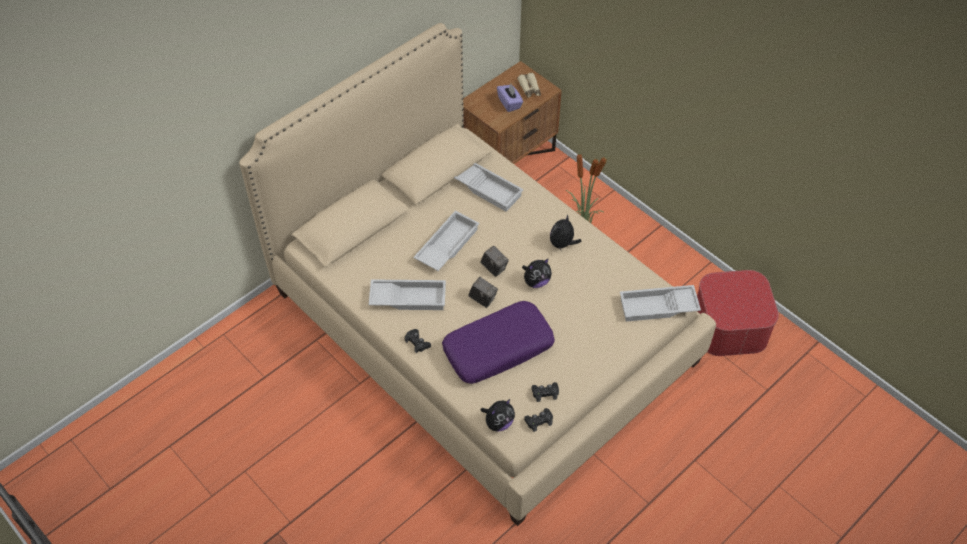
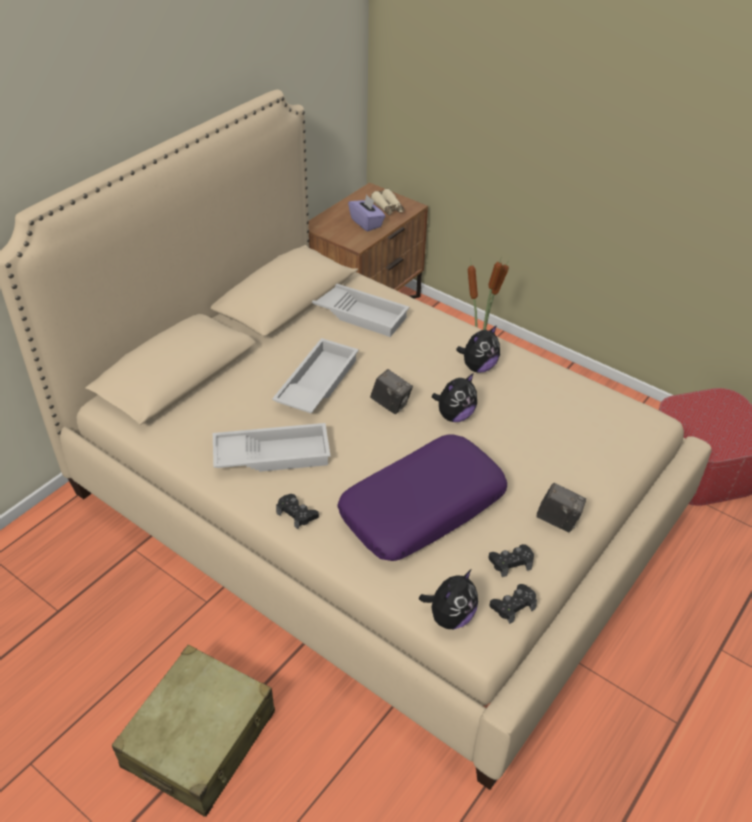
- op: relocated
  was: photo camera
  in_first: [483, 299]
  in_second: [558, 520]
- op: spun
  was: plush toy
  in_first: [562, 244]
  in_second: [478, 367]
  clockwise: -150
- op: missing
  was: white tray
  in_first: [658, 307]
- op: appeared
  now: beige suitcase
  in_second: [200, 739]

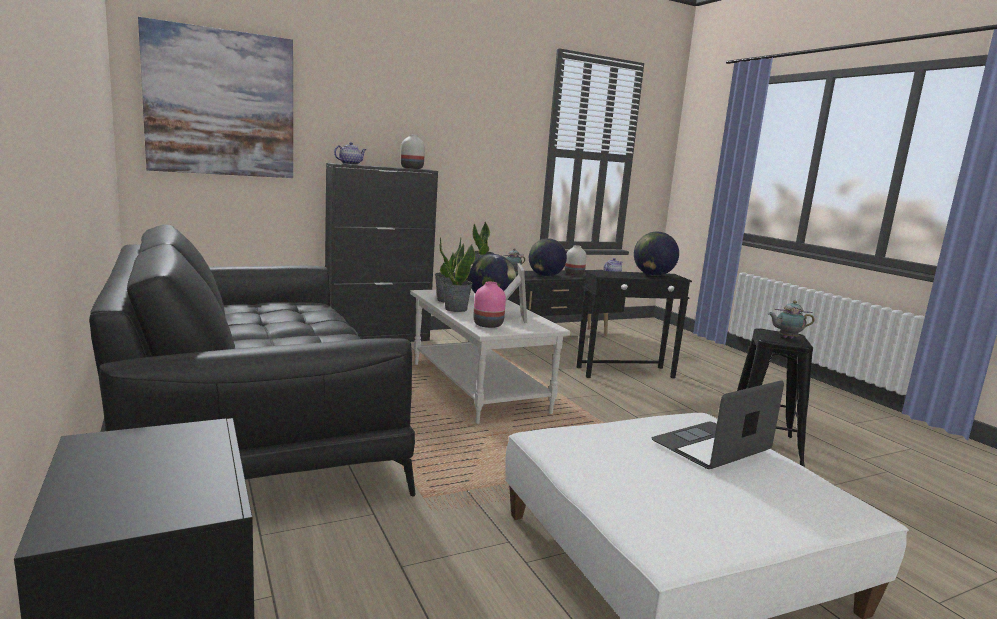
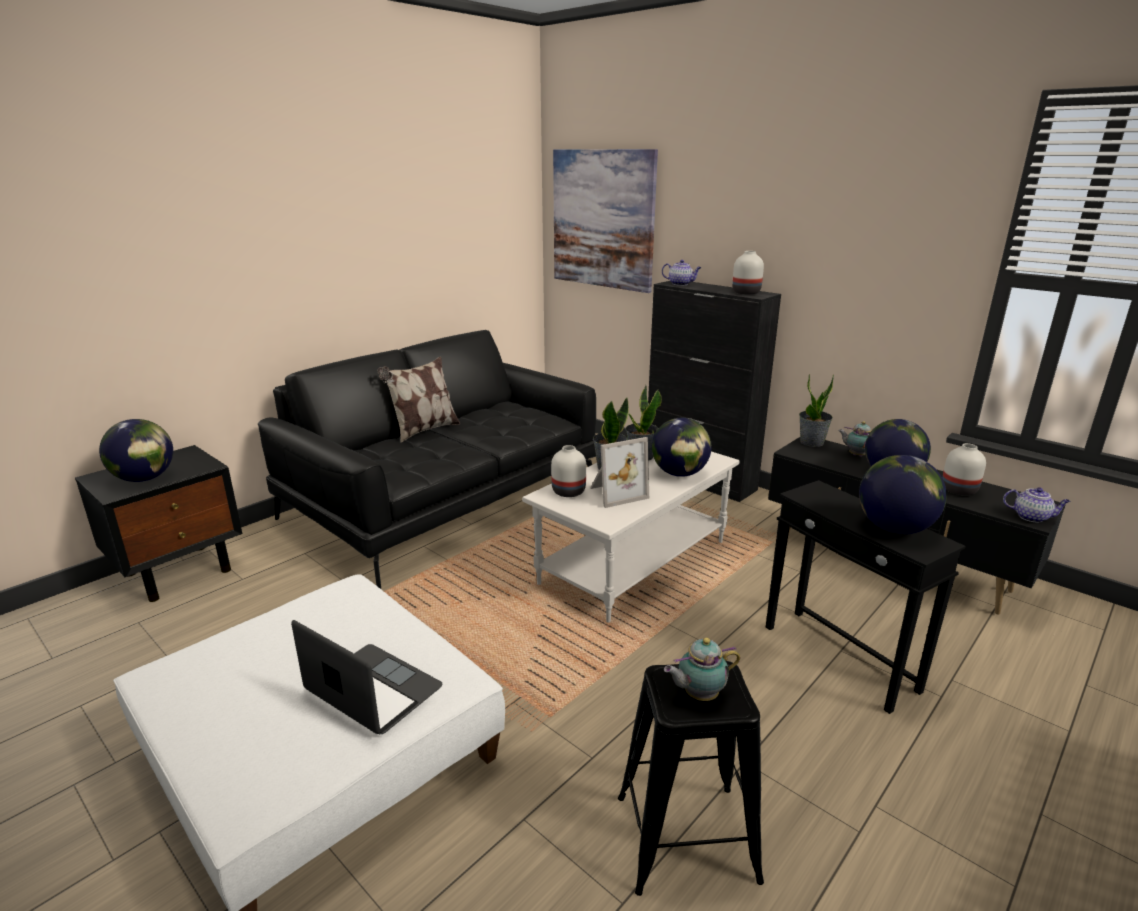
- op: colour
  was: pink vase
  now: white vase
  in_first: [489, 325]
  in_second: [569, 492]
- op: spun
  was: teapot
  in_first: [786, 338]
  in_second: [698, 695]
  clockwise: -90
- op: appeared
  now: globe
  in_second: [145, 479]
- op: appeared
  now: pillow
  in_second: [423, 430]

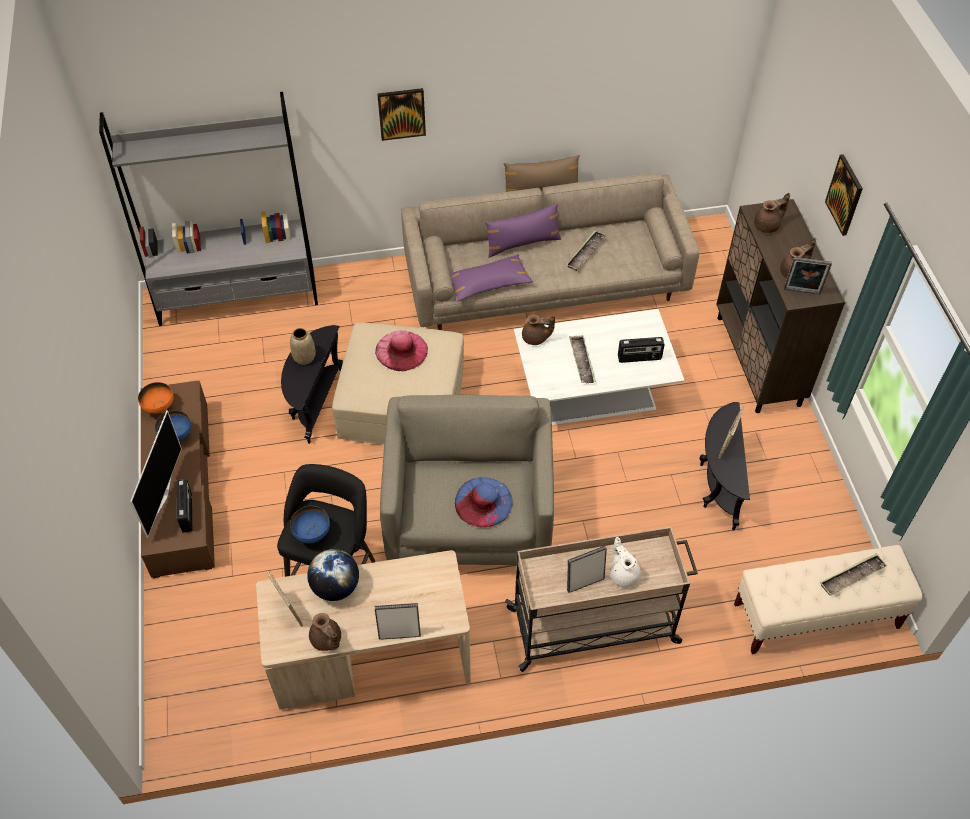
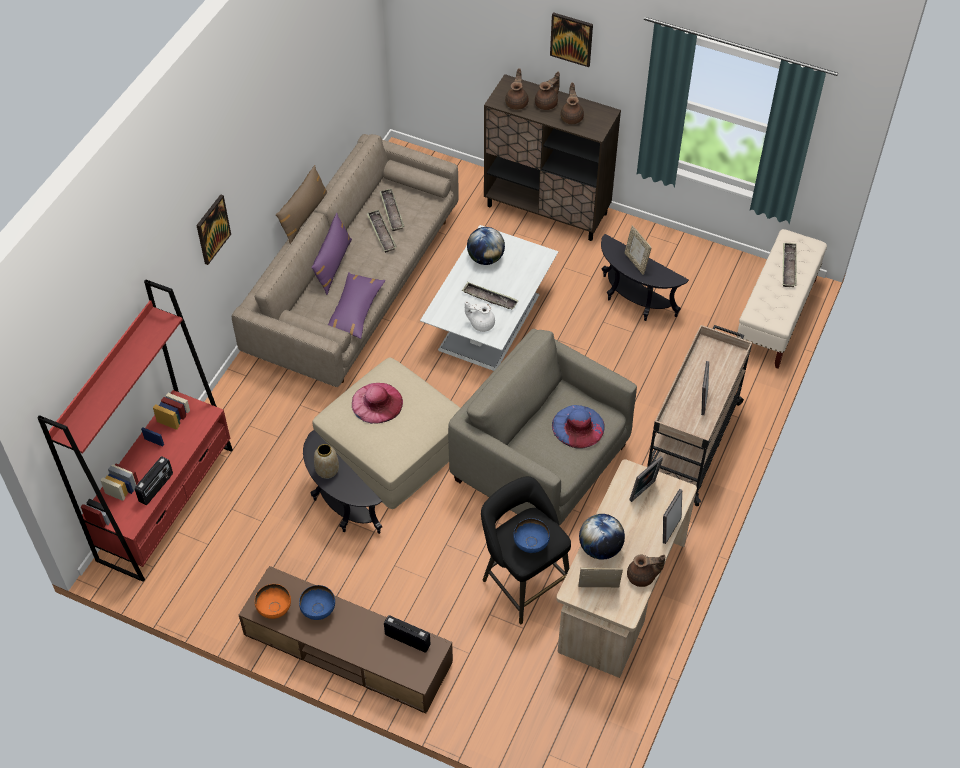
- op: colour
  was: grey bookcase
  now: red bookcase
  in_first: [238, 297]
  in_second: [166, 503]
- op: missing
  was: television
  in_first: [162, 496]
- op: relocated
  was: brown teapot
  in_first: [536, 338]
  in_second: [547, 103]
- op: relocated
  was: white teapot
  in_first: [623, 574]
  in_second: [481, 323]
- op: relocated
  was: radio
  in_first: [639, 358]
  in_second: [156, 488]
- op: relocated
  was: picture frame
  in_first: [802, 292]
  in_second: [644, 492]
- op: appeared
  now: tray
  in_second: [391, 212]
- op: appeared
  now: globe
  in_second: [485, 258]

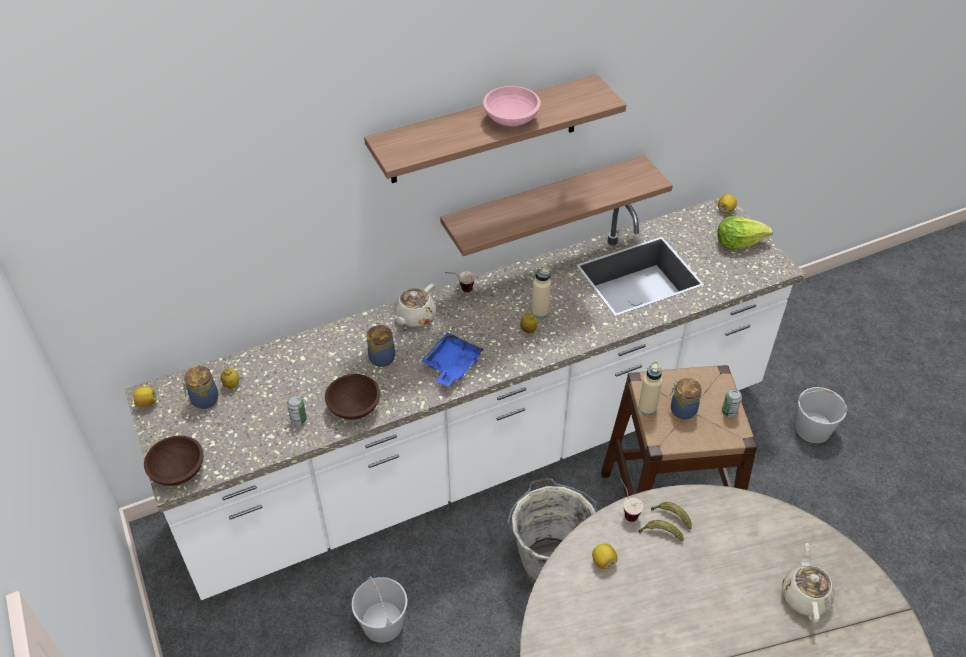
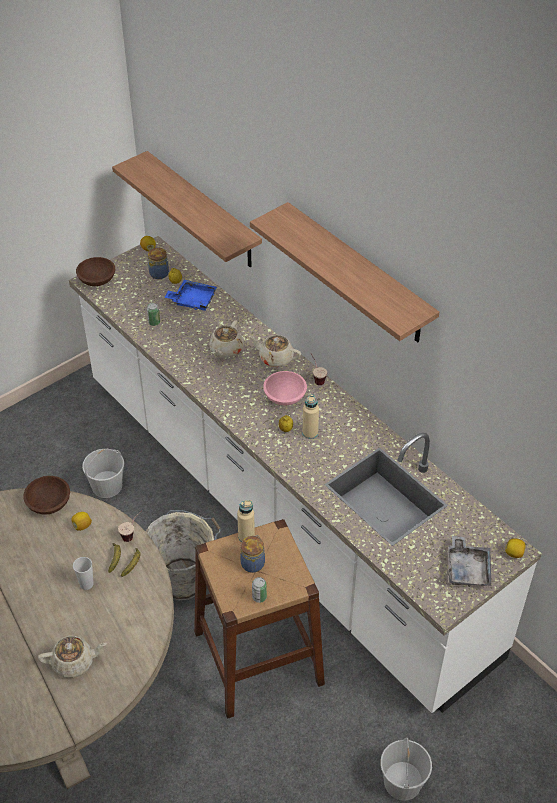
- op: relocated
  was: brown bowl
  in_first: [354, 407]
  in_second: [48, 503]
- op: exchanged
  was: jar
  now: beige teapot
  in_first: [381, 357]
  in_second: [226, 349]
- op: relocated
  was: blue tray
  in_first: [451, 365]
  in_second: [193, 300]
- op: relocated
  was: shelf
  in_first: [544, 206]
  in_second: [203, 211]
- op: relocated
  was: pink bowl
  in_first: [511, 118]
  in_second: [285, 397]
- op: exchanged
  was: lettuce
  now: grey tray
  in_first: [739, 242]
  in_second: [467, 569]
- op: appeared
  now: cup
  in_second: [86, 584]

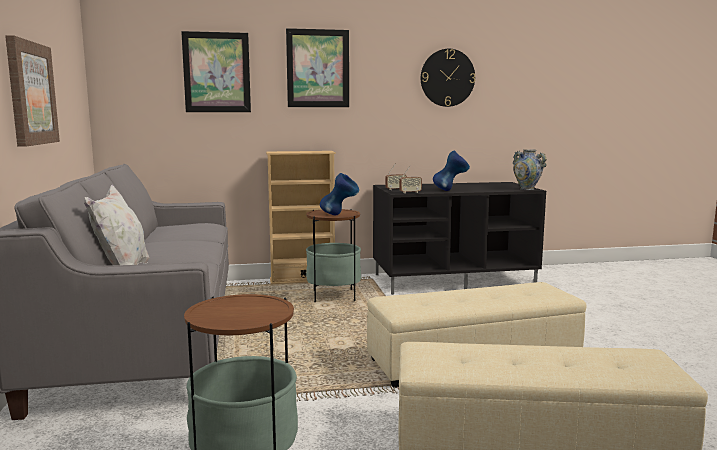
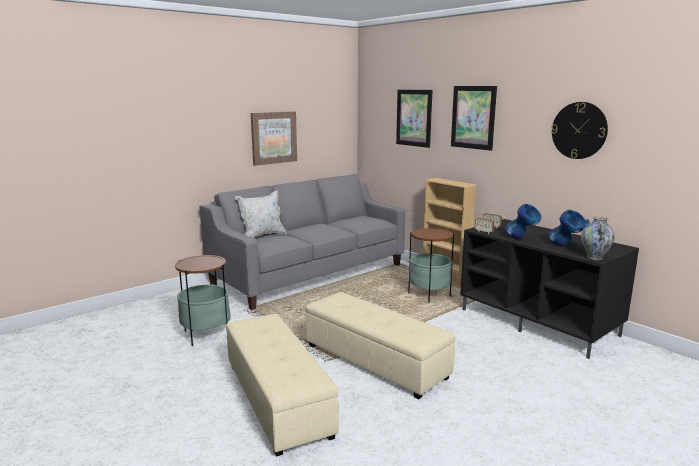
- op: relocated
  was: blue vase
  in_first: [340, 215]
  in_second: [564, 247]

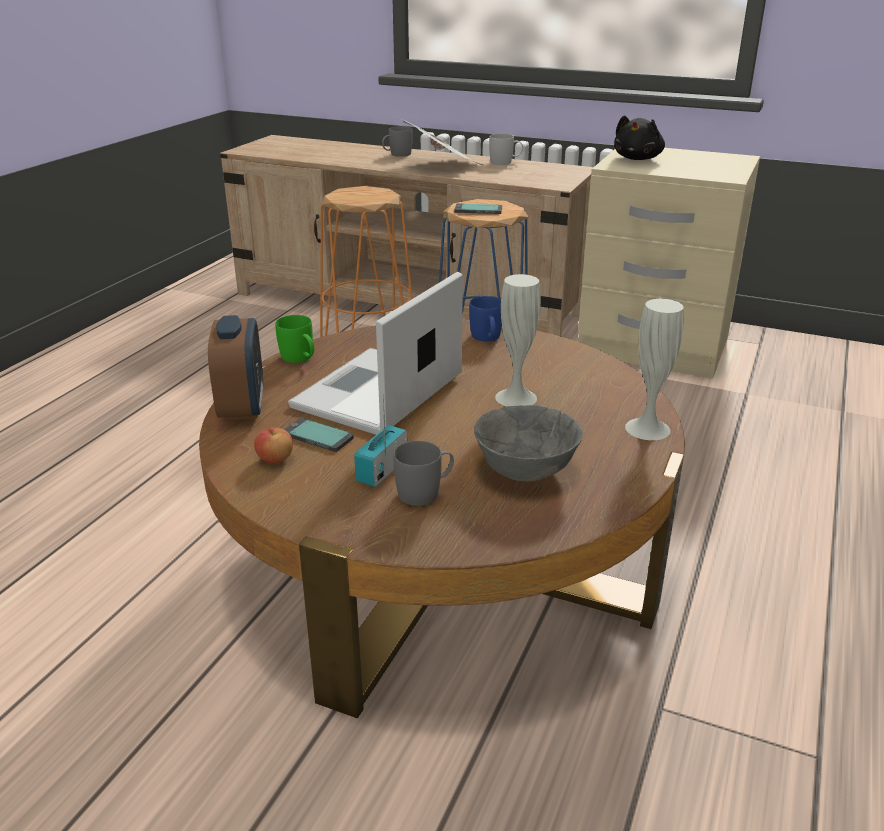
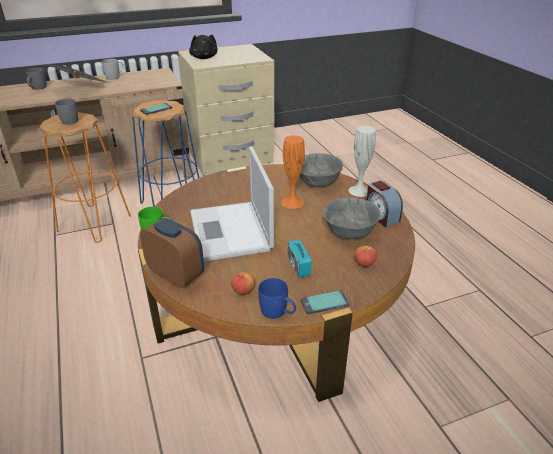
- op: relocated
  was: phone
  in_first: [317, 436]
  in_second: [325, 303]
- op: relocated
  was: grey mug
  in_first: [425, 492]
  in_second: [72, 120]
- op: relocated
  was: blue mug
  in_first: [487, 338]
  in_second: [278, 312]
- op: colour
  was: white vase
  now: orange vase
  in_first: [516, 397]
  in_second: [292, 202]
- op: appeared
  now: grey bowl
  in_second: [317, 182]
- op: appeared
  now: apple
  in_second: [364, 263]
- op: appeared
  now: alarm clock
  in_second: [381, 215]

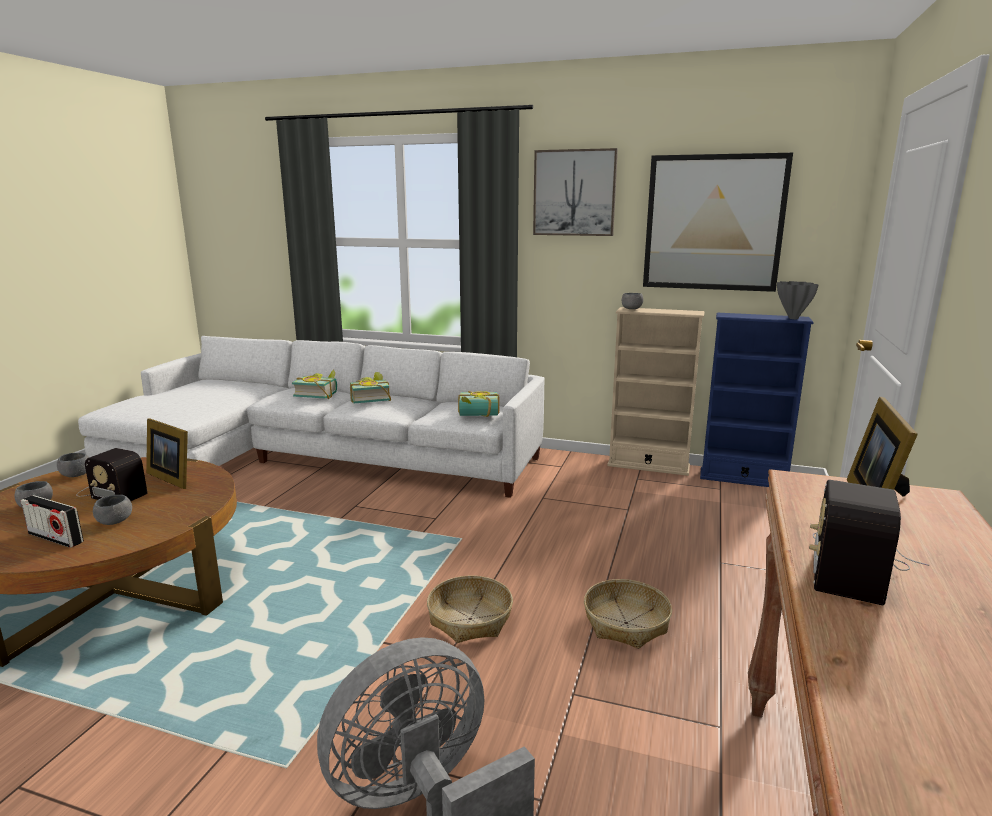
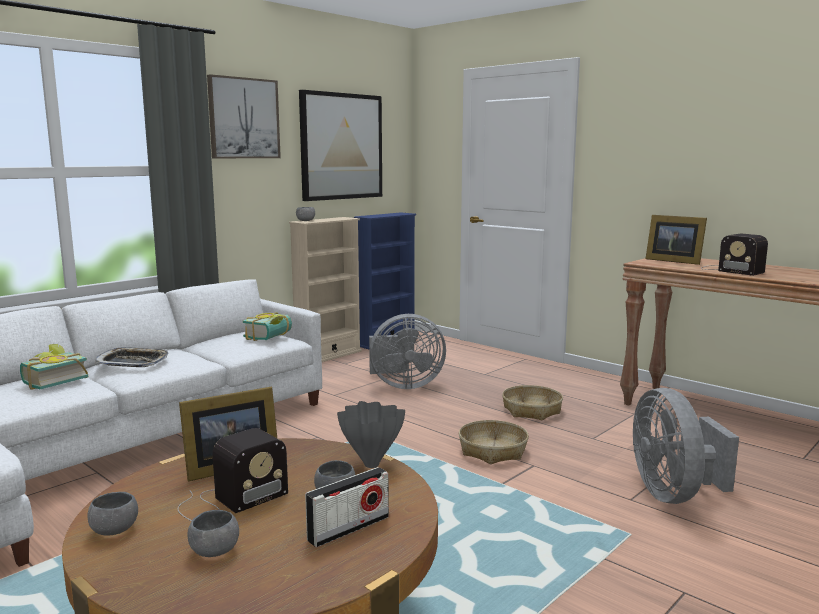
- op: exchanged
  was: book
  now: tray
  in_first: [369, 399]
  in_second: [133, 362]
- op: relocated
  was: grey vase
  in_first: [792, 318]
  in_second: [370, 465]
- op: appeared
  now: grey fan
  in_second: [403, 385]

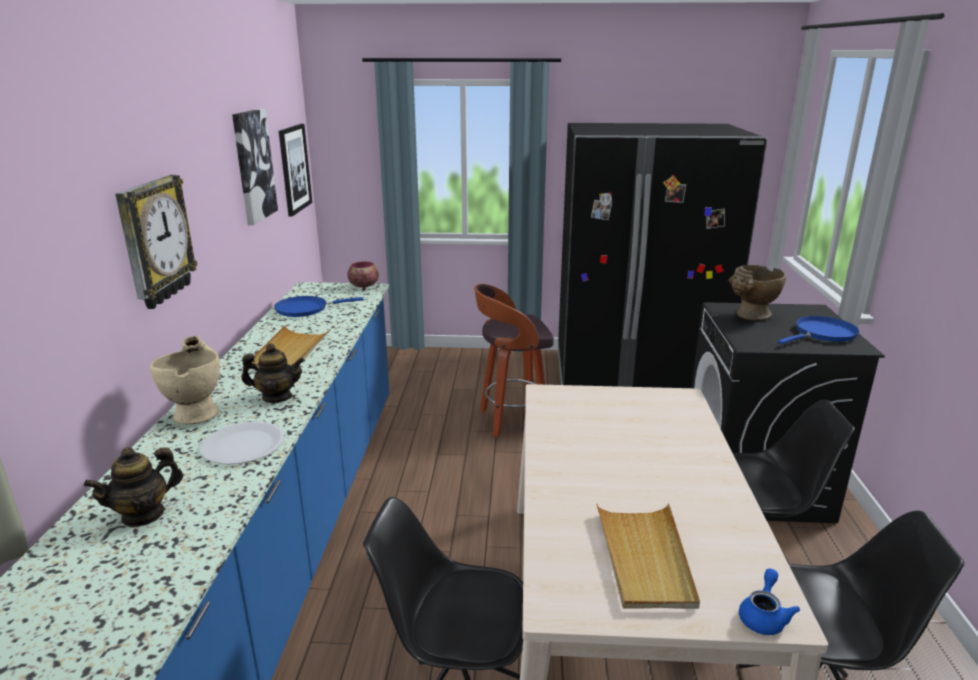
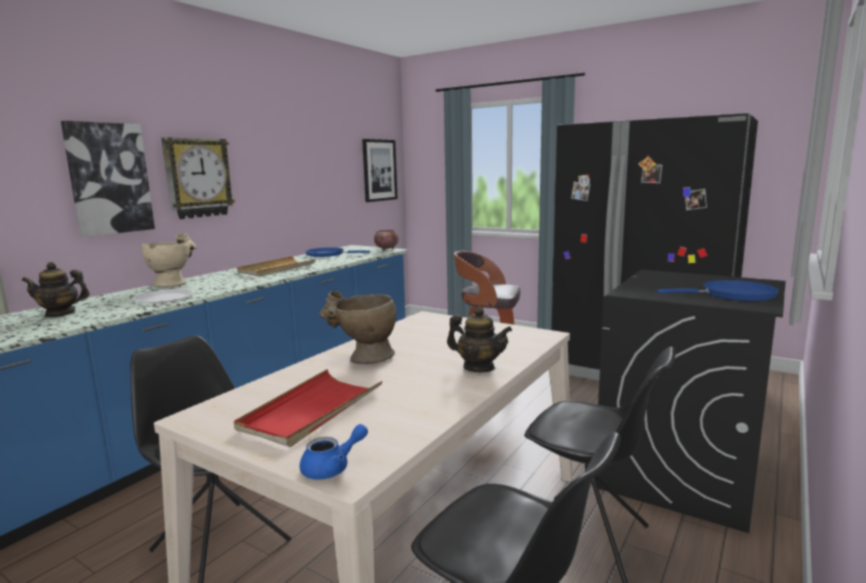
- op: relocated
  was: picture
  in_first: [253, 165]
  in_second: [109, 178]
- op: relocated
  was: teapot
  in_first: [277, 397]
  in_second: [479, 368]
- op: colour
  was: beige tray
  now: red tray
  in_first: [644, 558]
  in_second: [311, 410]
- op: relocated
  was: beige vase
  in_first: [750, 317]
  in_second: [364, 359]

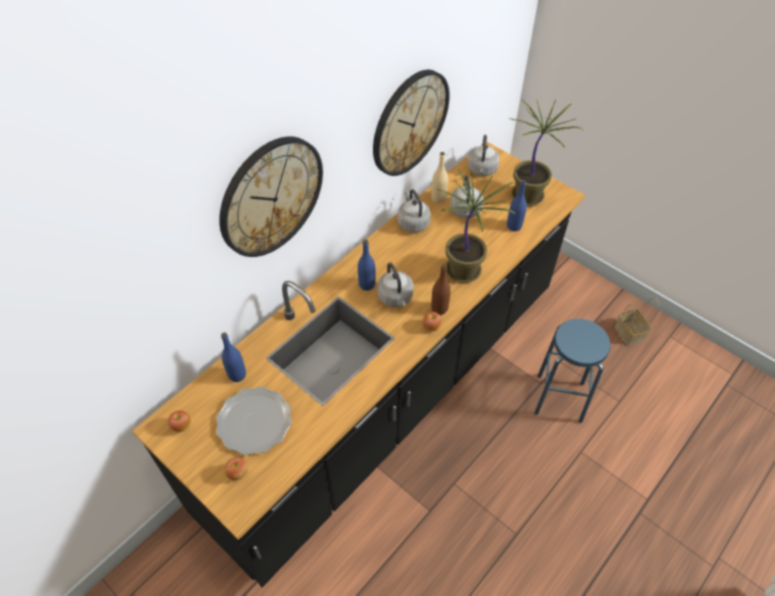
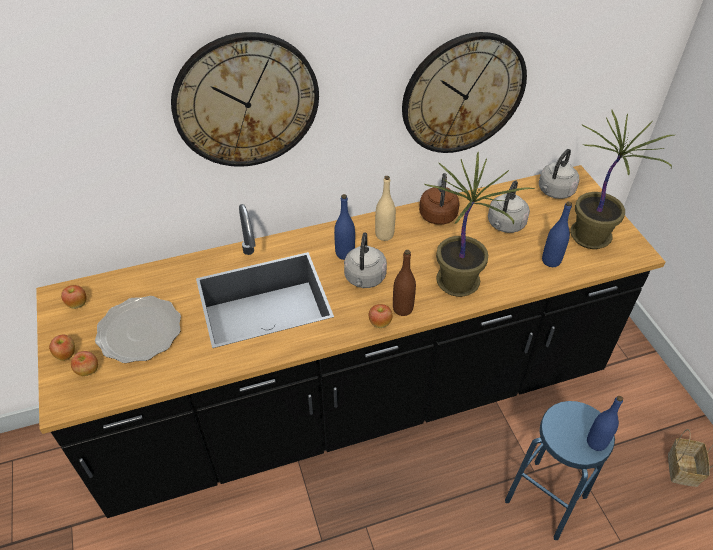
- op: relocated
  was: blue bottle
  in_first: [237, 375]
  in_second: [596, 442]
- op: colour
  was: grey kettle
  now: brown kettle
  in_first: [412, 222]
  in_second: [438, 213]
- op: relocated
  was: beige bottle
  in_first: [438, 198]
  in_second: [384, 235]
- op: appeared
  now: apple
  in_second: [66, 354]

